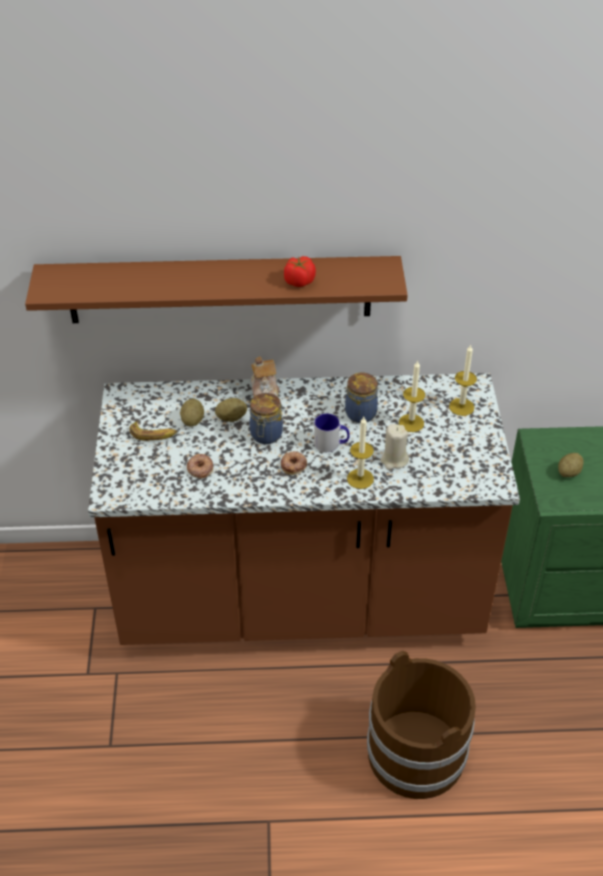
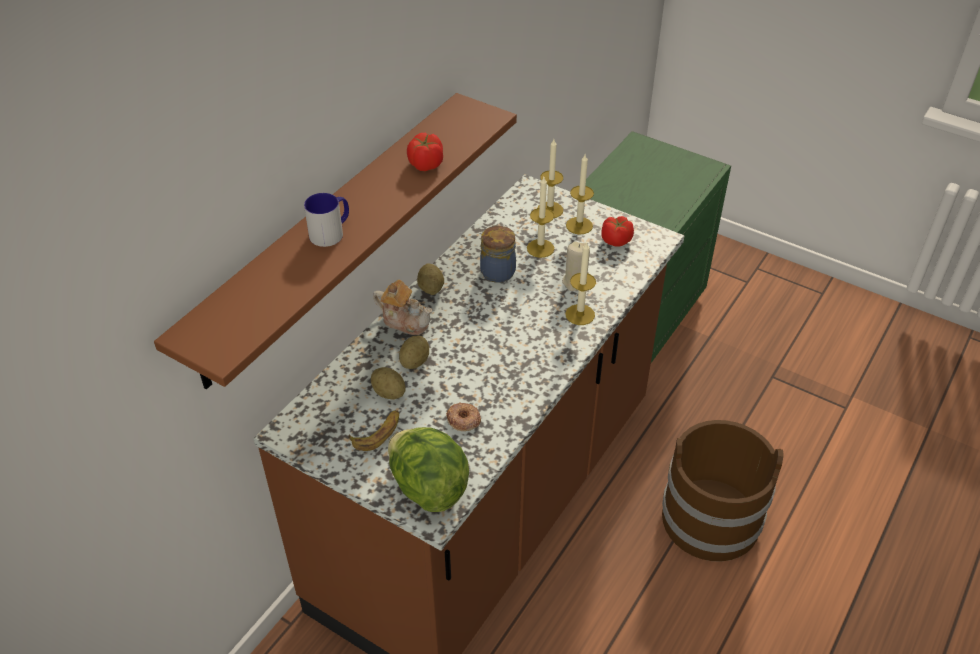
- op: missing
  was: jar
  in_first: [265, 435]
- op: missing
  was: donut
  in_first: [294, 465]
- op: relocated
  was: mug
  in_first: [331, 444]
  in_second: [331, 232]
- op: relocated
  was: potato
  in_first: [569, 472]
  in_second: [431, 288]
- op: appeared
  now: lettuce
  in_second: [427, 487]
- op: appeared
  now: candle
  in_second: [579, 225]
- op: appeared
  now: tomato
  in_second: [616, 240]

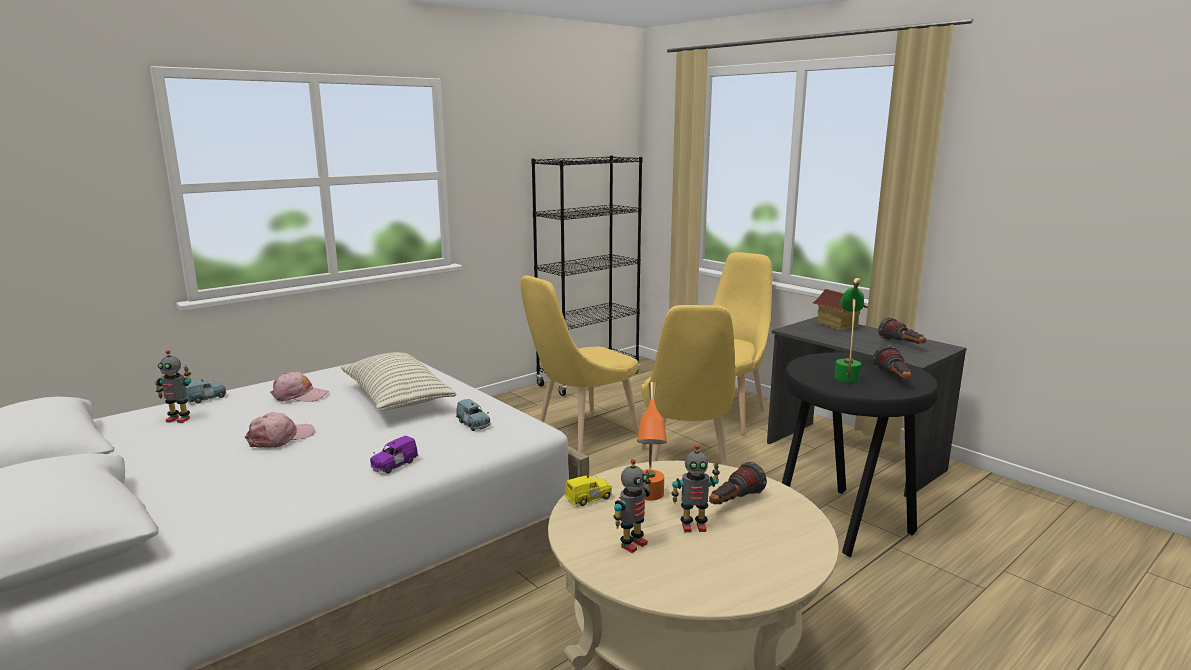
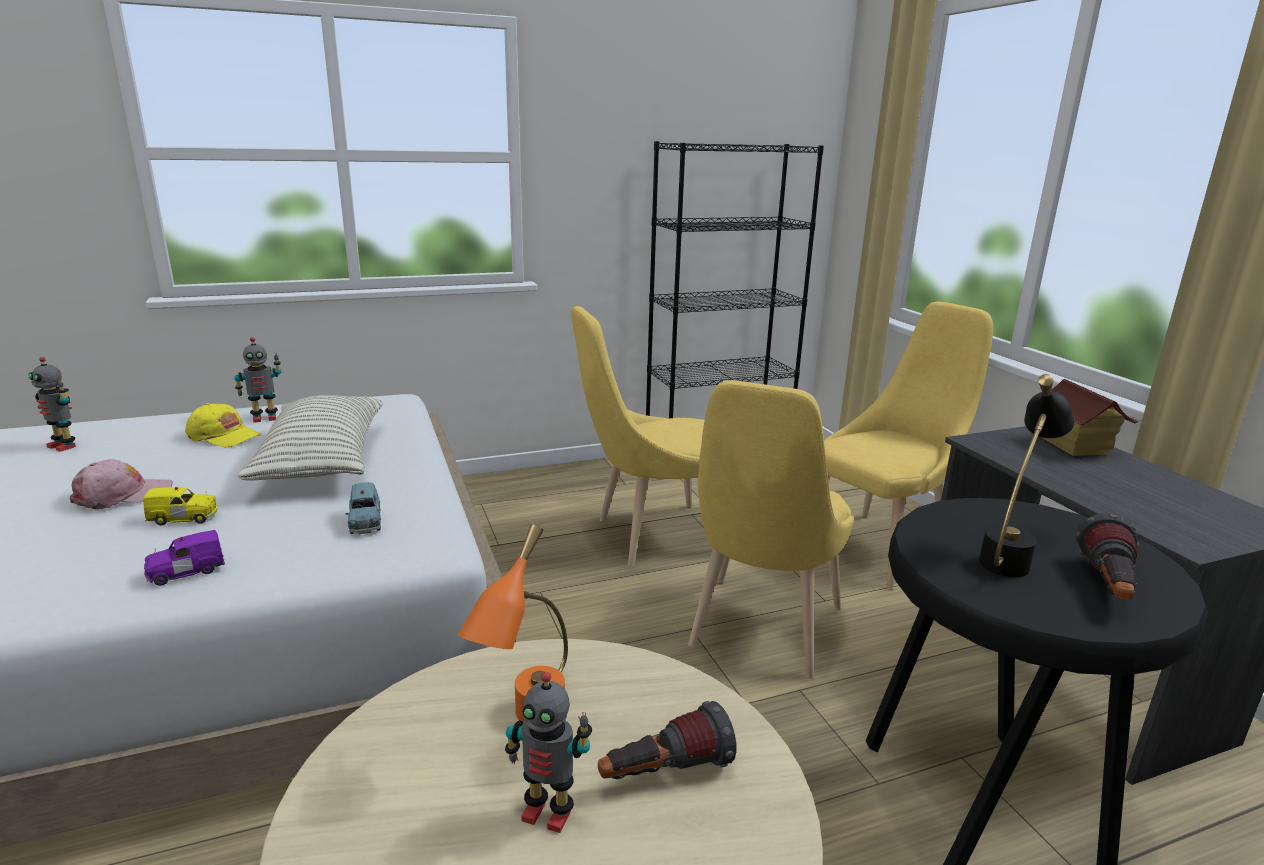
- op: missing
  was: blue toy car
  in_first: [206, 398]
- op: colour
  was: pink cap
  now: yellow cap
  in_first: [299, 395]
  in_second: [224, 436]
- op: relocated
  was: yellow toy car
  in_first: [589, 498]
  in_second: [184, 518]
- op: relocated
  was: toy robot
  in_first: [632, 544]
  in_second: [265, 418]
- op: colour
  was: green table lamp
  now: black table lamp
  in_first: [846, 374]
  in_second: [1009, 555]
- op: missing
  was: flashlight
  in_first: [902, 345]

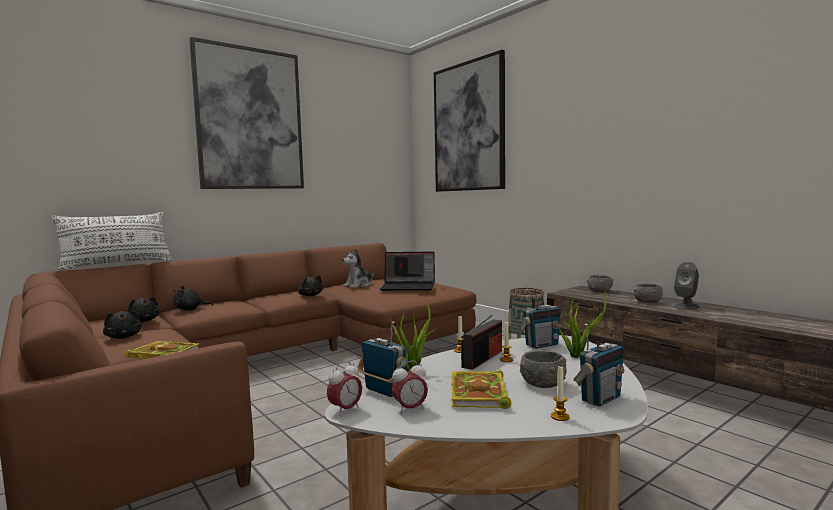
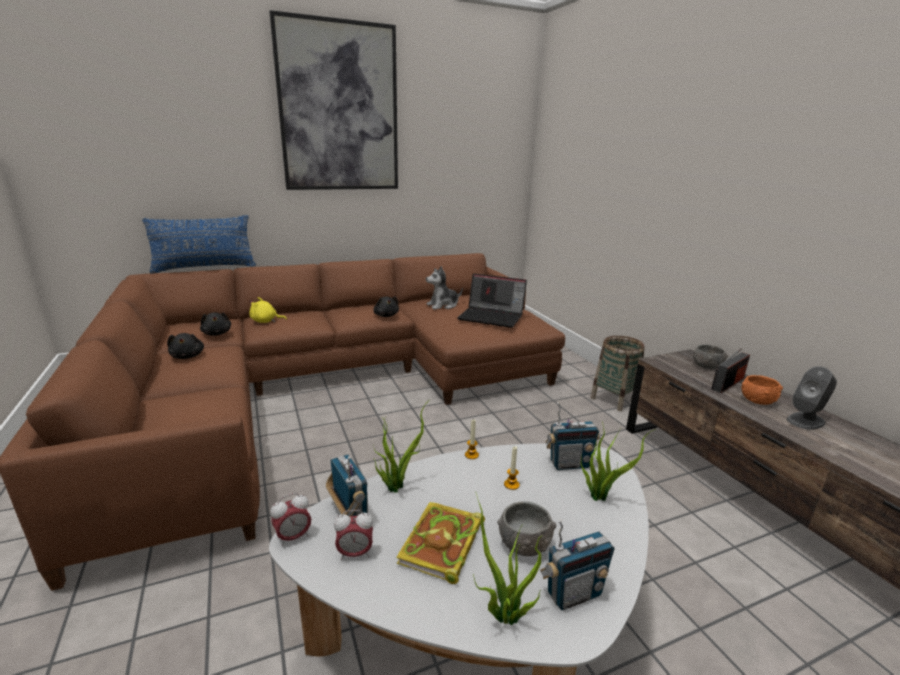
- op: colour
  was: white pillow
  now: blue pillow
  in_first: [117, 265]
  in_second: [205, 268]
- op: missing
  was: book
  in_first: [163, 354]
- op: colour
  was: black plush toy
  now: yellow plush toy
  in_first: [190, 309]
  in_second: [265, 321]
- op: missing
  was: picture
  in_first: [468, 127]
- op: relocated
  was: radio
  in_first: [482, 358]
  in_second: [727, 383]
- op: exchanged
  was: candle
  now: potted plant
  in_first: [560, 417]
  in_second: [504, 617]
- op: colour
  was: grey bowl
  now: orange bowl
  in_first: [647, 302]
  in_second: [757, 400]

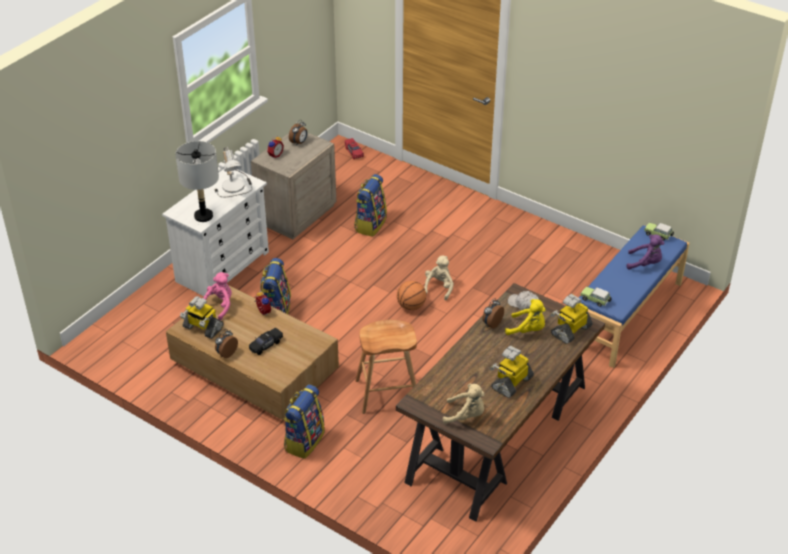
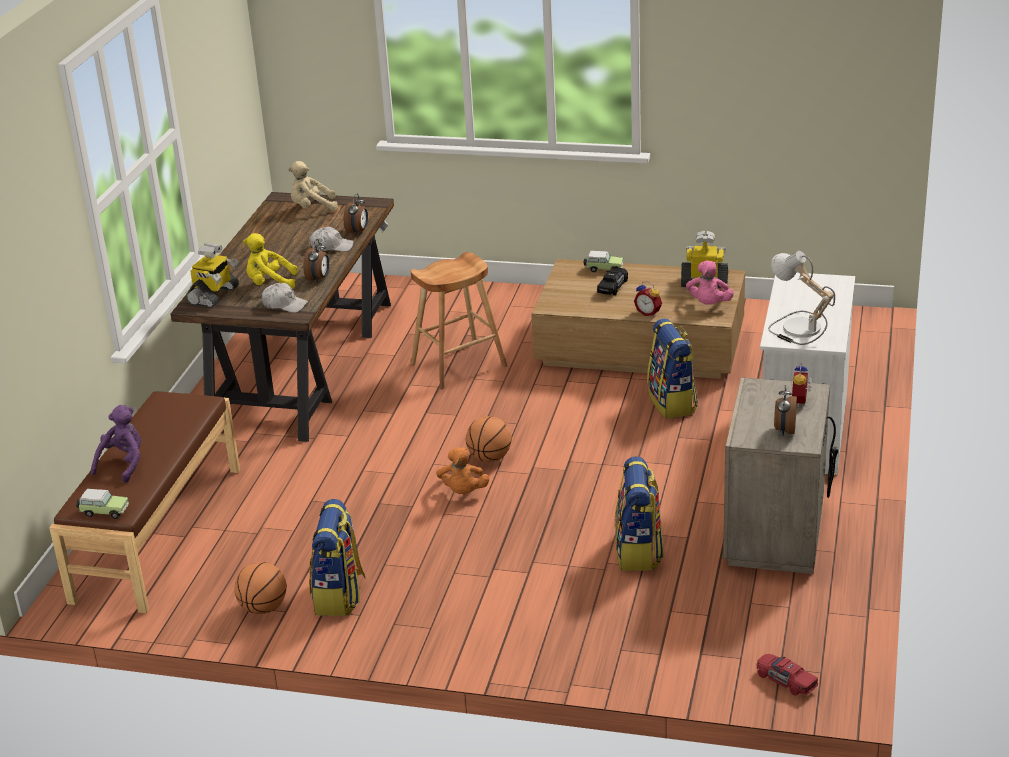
- op: missing
  was: grey table lamp
  in_first: [204, 216]
- op: relocated
  was: alarm clock
  in_first: [226, 353]
  in_second: [358, 231]
- op: relocated
  was: backpack
  in_first: [304, 441]
  in_second: [339, 596]
- op: colour
  was: beige plush toy
  now: orange plush toy
  in_first: [439, 287]
  in_second: [463, 492]
- op: missing
  was: toy robot
  in_first: [511, 383]
- op: colour
  was: blue bench
  now: brown bench
  in_first: [626, 315]
  in_second: [157, 533]
- op: relocated
  was: toy car
  in_first: [595, 300]
  in_second: [603, 269]
- op: spun
  was: purple plush toy
  in_first: [645, 263]
  in_second: [123, 464]
  clockwise: 120
- op: appeared
  now: basketball
  in_second: [263, 608]
- op: appeared
  now: white cap
  in_second: [331, 247]

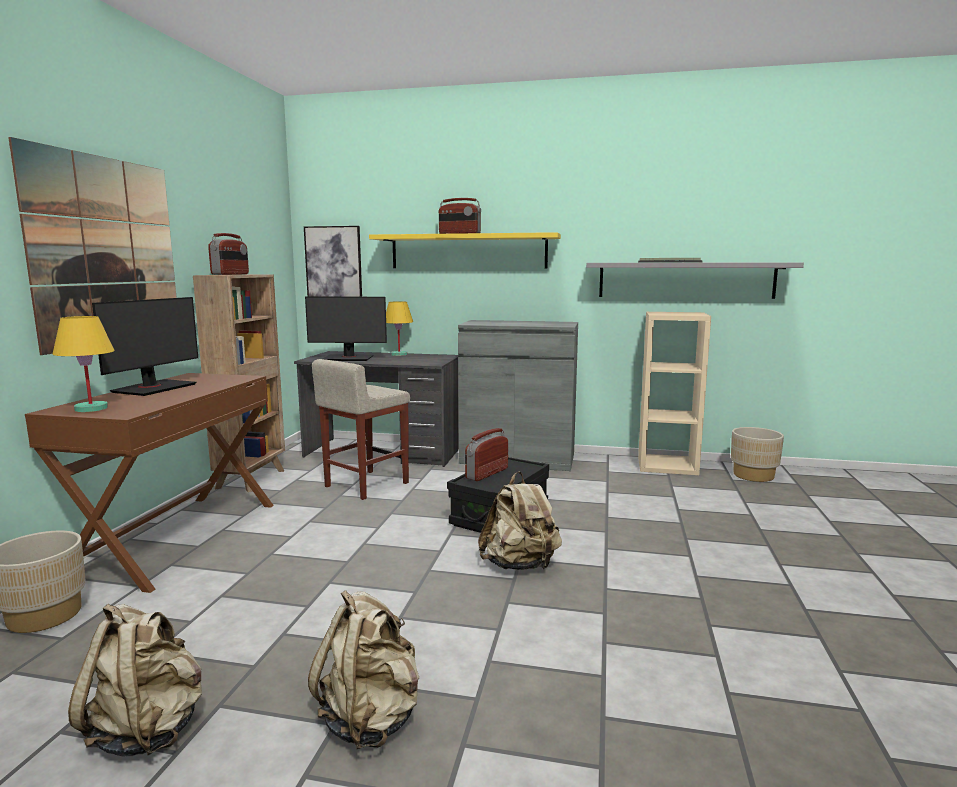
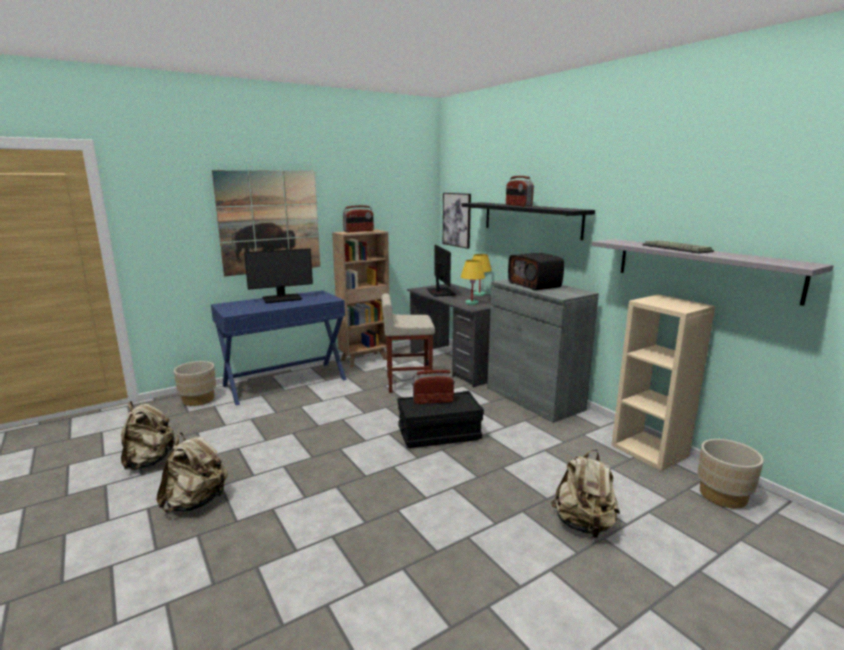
- op: colour
  was: brown desk
  now: blue desk
  in_first: [177, 537]
  in_second: [285, 382]
- op: relocated
  was: yellow table lamp
  in_first: [92, 408]
  in_second: [472, 303]
- op: spun
  was: monitor
  in_first: [348, 358]
  in_second: [440, 292]
  clockwise: -150
- op: colour
  was: yellow shelf
  now: black shelf
  in_first: [468, 251]
  in_second: [530, 219]
- op: relocated
  was: beige backpack
  in_first: [520, 565]
  in_second: [583, 525]
- op: appeared
  now: radio
  in_second: [535, 285]

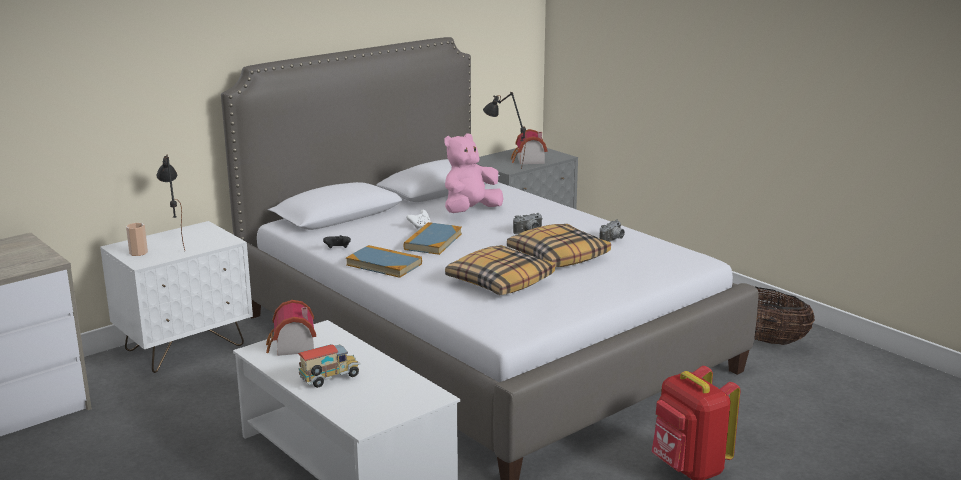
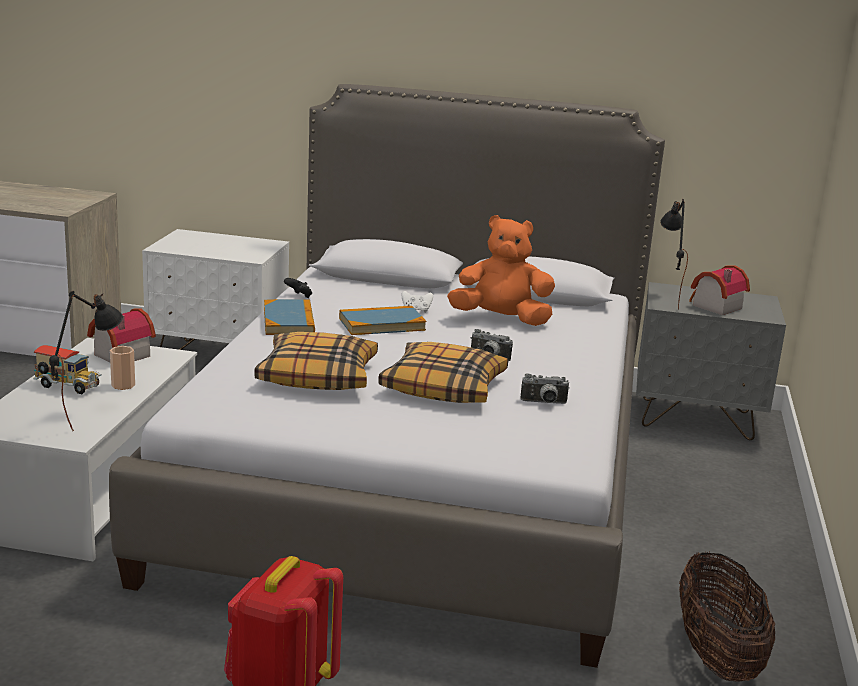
- op: relocated
  was: cup
  in_first: [138, 253]
  in_second: [123, 385]
- op: relocated
  was: black table lamp
  in_first: [175, 245]
  in_second: [89, 418]
- op: colour
  was: pink plush toy
  now: orange plush toy
  in_first: [470, 211]
  in_second: [501, 319]

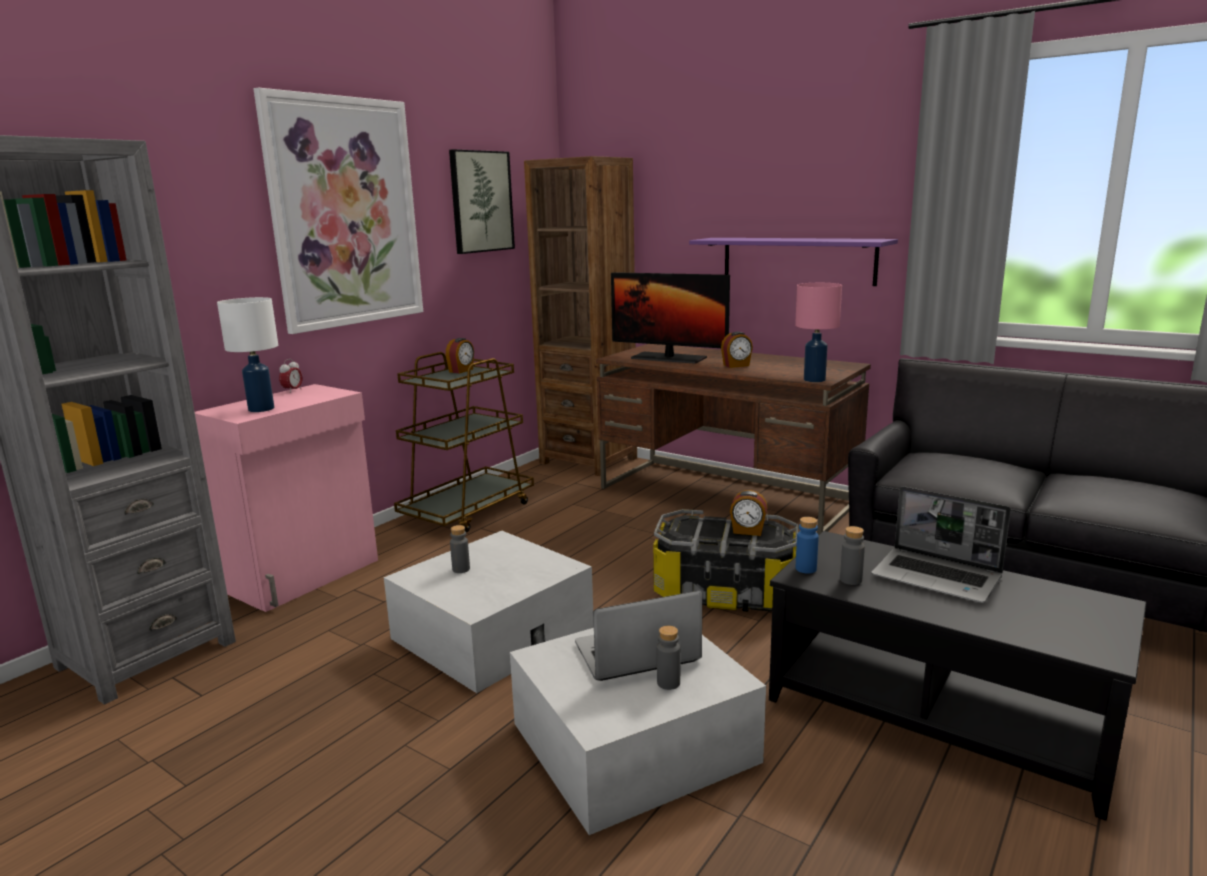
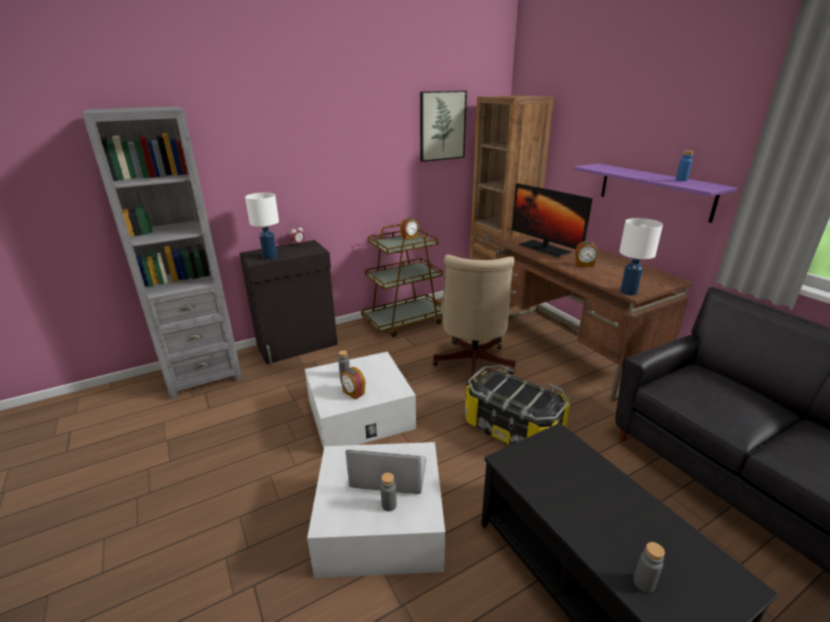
- op: colour
  was: pink cabinet
  now: black cabinet
  in_first: [306, 576]
  in_second: [298, 346]
- op: missing
  was: picture
  in_first: [345, 213]
- op: relocated
  was: alarm clock
  in_first: [748, 531]
  in_second: [353, 393]
- op: colour
  was: pink table lamp
  now: white table lamp
  in_first: [814, 380]
  in_second: [628, 292]
- op: relocated
  was: blue bottle
  in_first: [806, 569]
  in_second: [681, 180]
- op: relocated
  was: grey bottle
  in_first: [850, 580]
  in_second: [643, 583]
- op: missing
  was: laptop
  in_first: [938, 577]
- op: appeared
  now: beige office chair
  in_second: [472, 366]

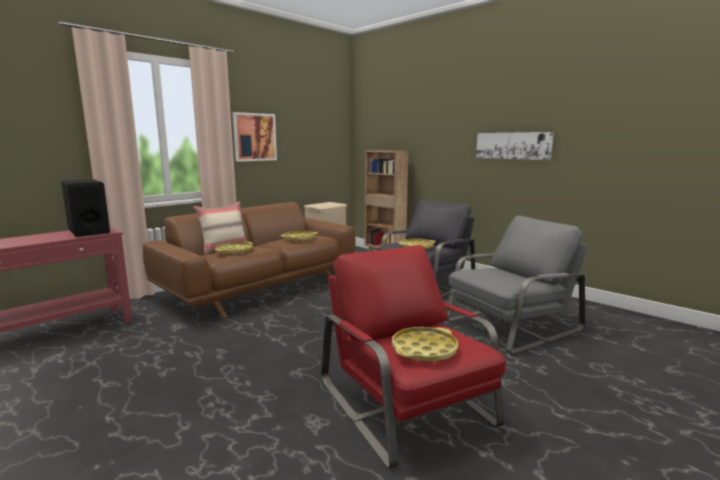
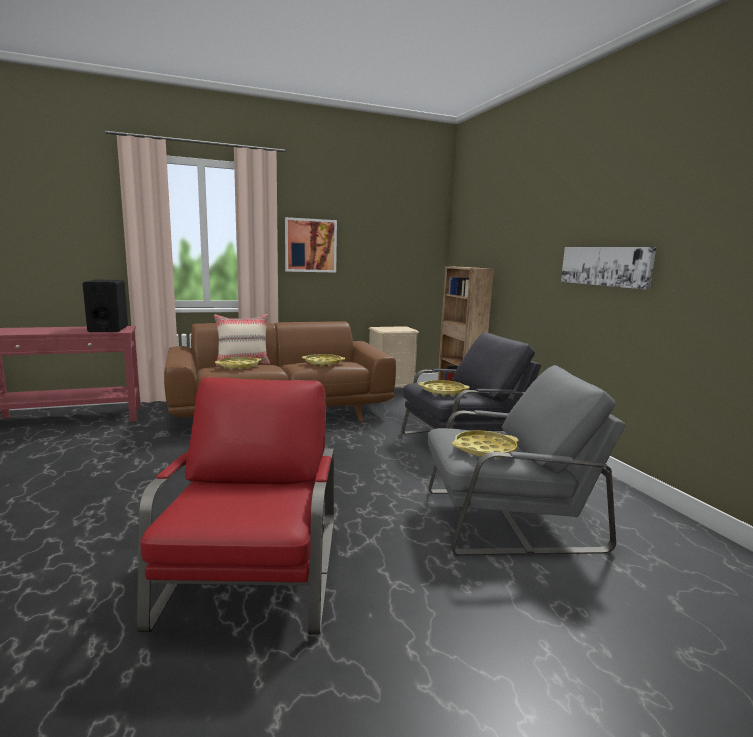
- op: relocated
  was: yellow tray
  in_first: [424, 350]
  in_second: [484, 449]

